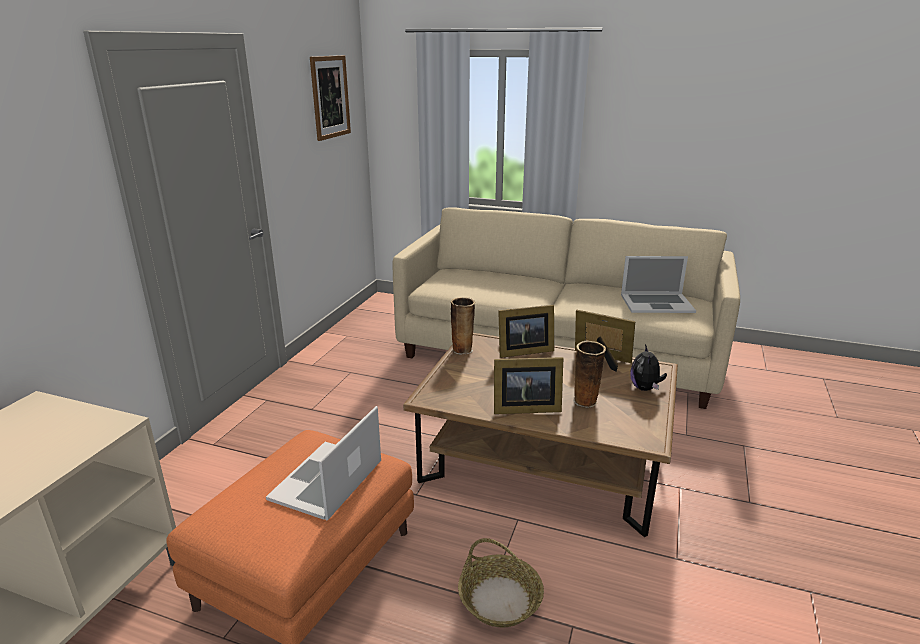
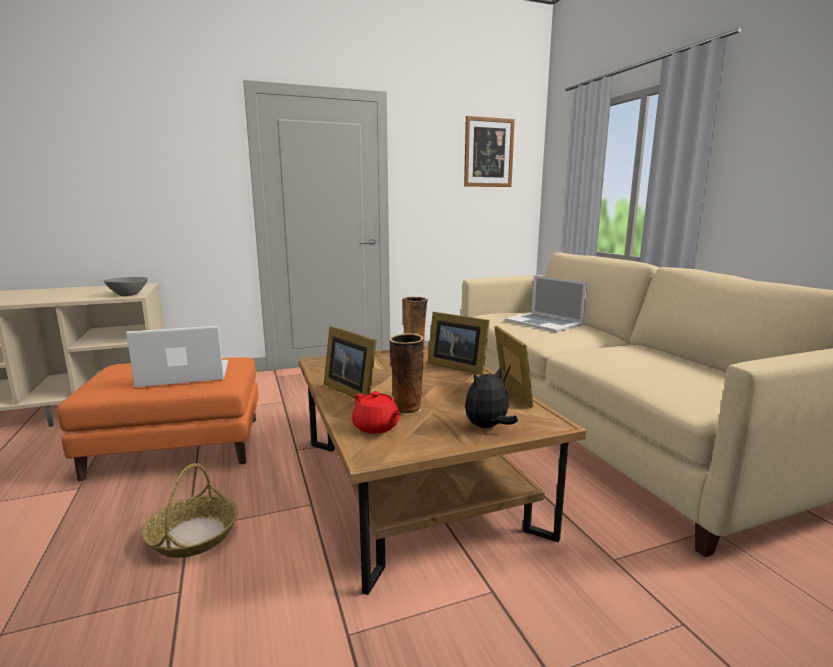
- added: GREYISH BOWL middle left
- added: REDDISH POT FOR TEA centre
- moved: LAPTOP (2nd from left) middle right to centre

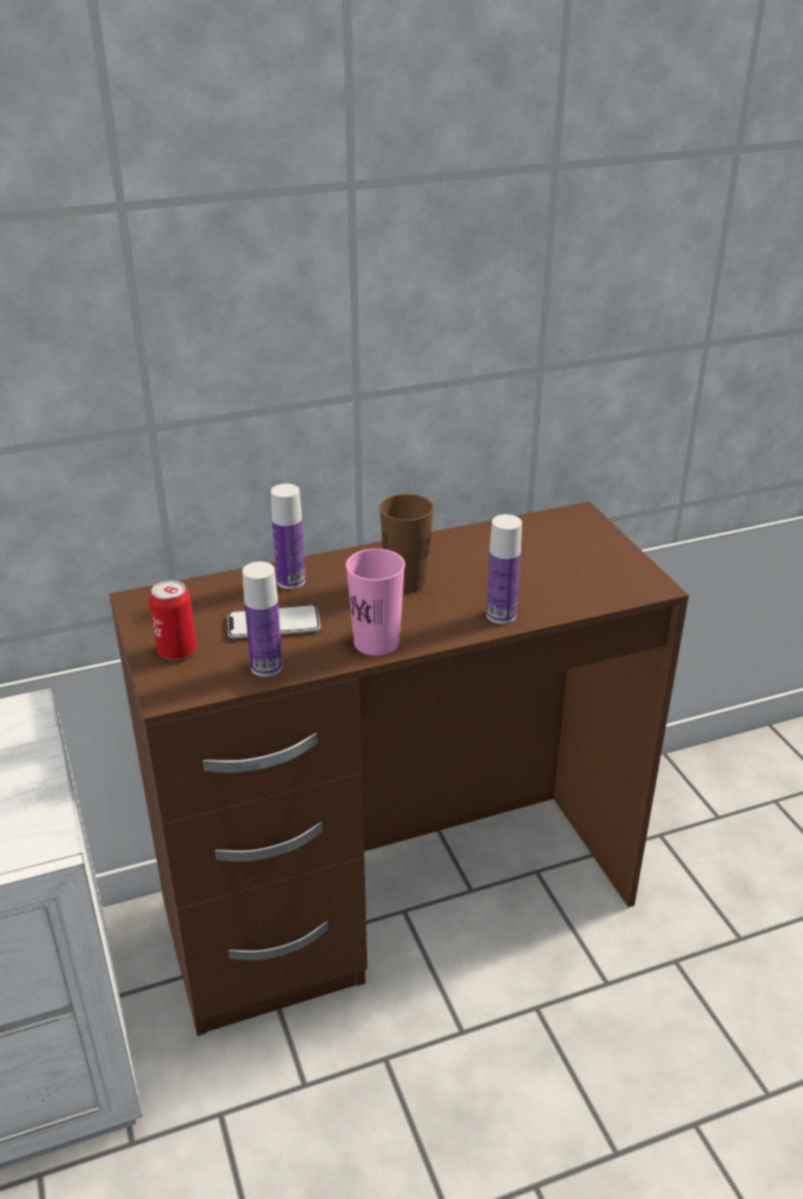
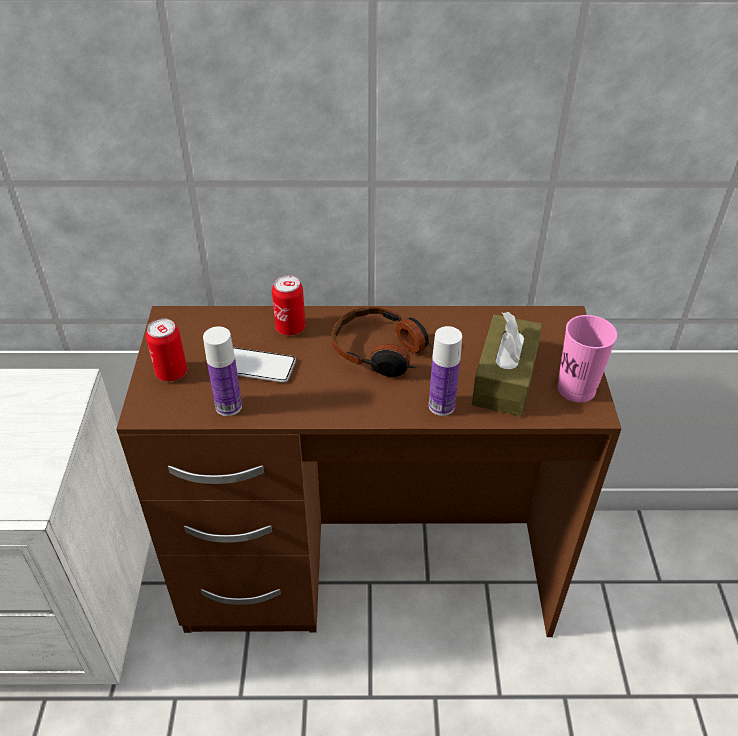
- added: BROWNISH BOX OF TISSUES middle right
- moved: PINK DRINKING CUP centre to middle right
- replaced: BOTTLE (2nd from left) centre to CAN (2nd from left) centre
- replaced: BROWNISH DRINKING CUP centre to PAIR OF HEADPHONES centre

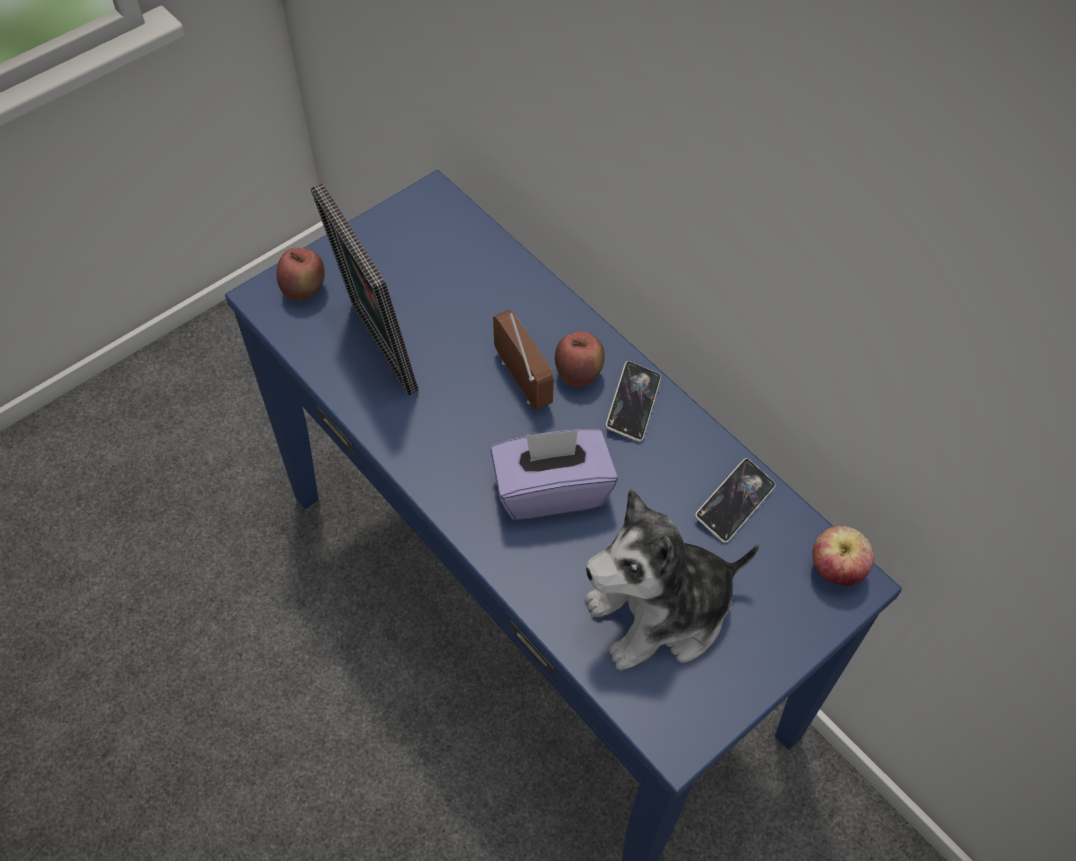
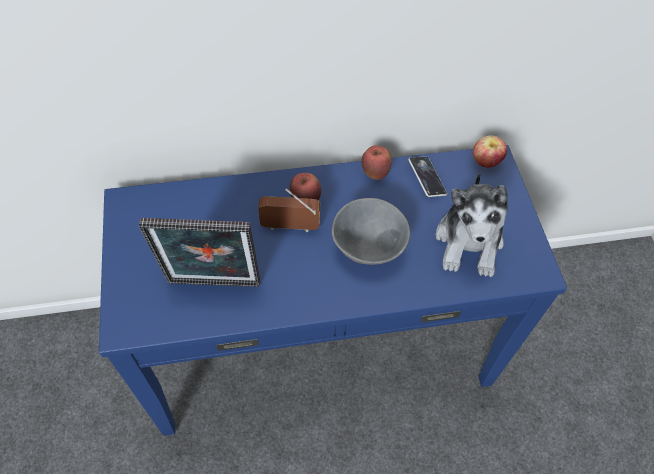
- removed: TELEPHONE (1st from left) centre
- moved: APPLE (1st from left in the first image) top left to APPLE (2nd from left) centre
- replaced: PURPLE BOX OF TISSUES centre to GREYISH BOWL centre

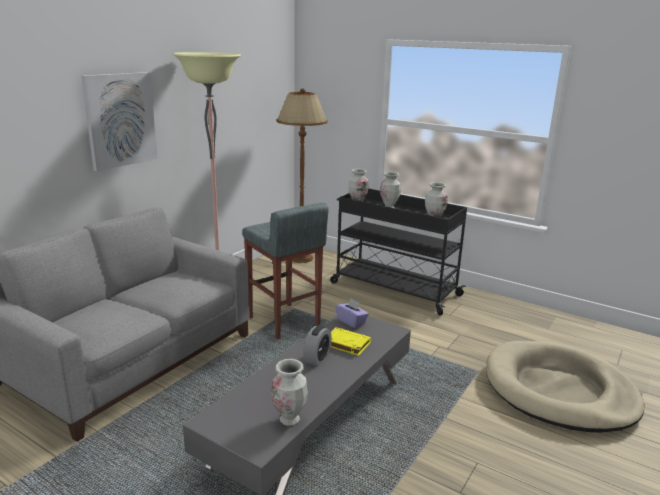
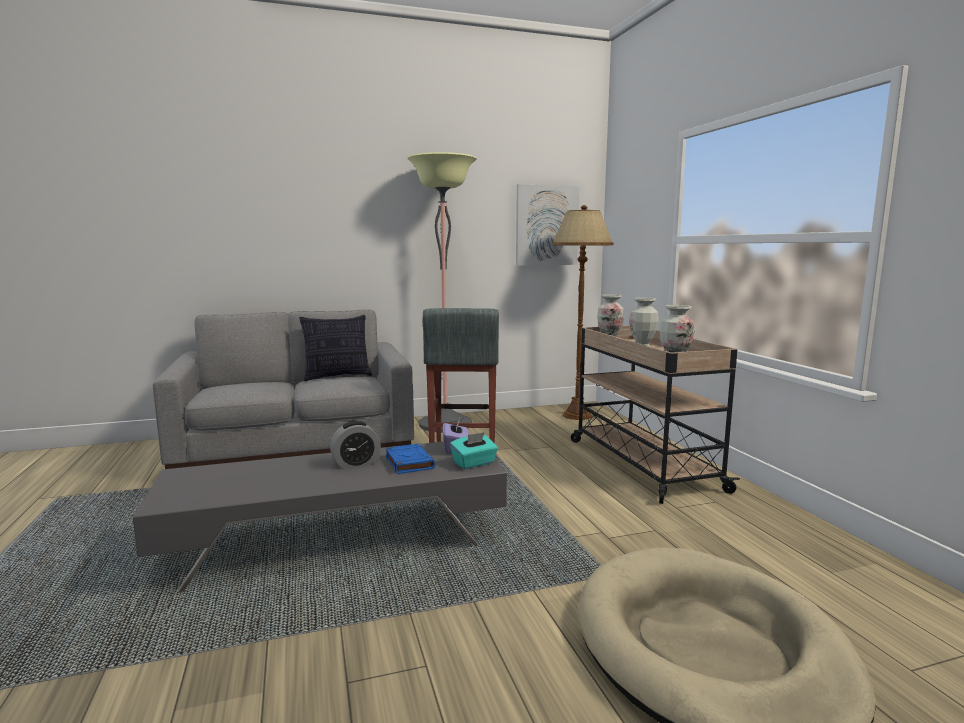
- removed: FLOWER VASE (1st from left) bottom centre
- added: THROW PILLOW centre
- added: BLUE-GREEN BOX OF TISSUES centre
- moved: WALL ART top left to top centre
- recoloured: BLACKISH CART centre to SAND-COLOURED CART middle right
- recoloured: YELLOW-COLOURED VOLUME bottom centre to BLUISH VOLUME centre

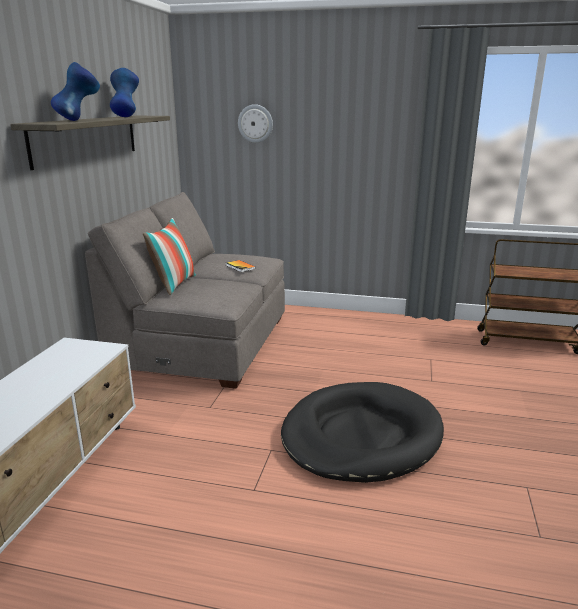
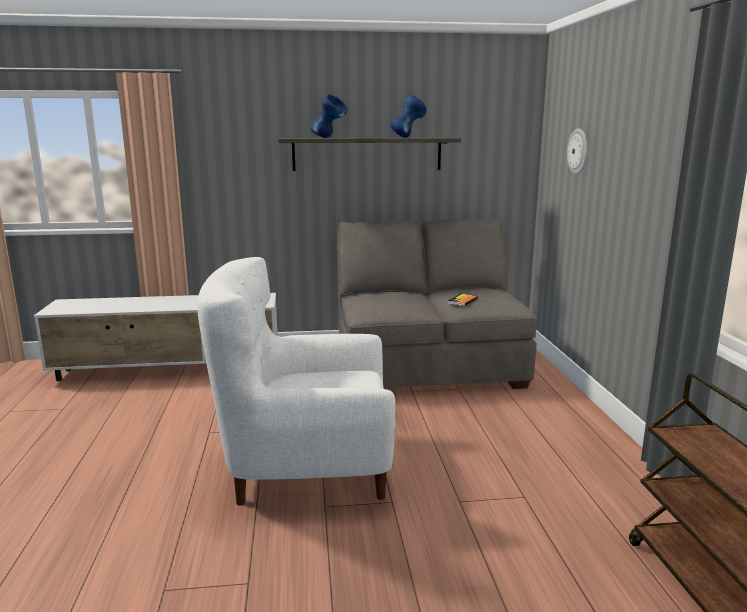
- removed: THROW PILLOW middle left
- replaced: BLACKISH DOG CUSHION bottom centre to WHITE-COLOURED ARMCHAIR centre

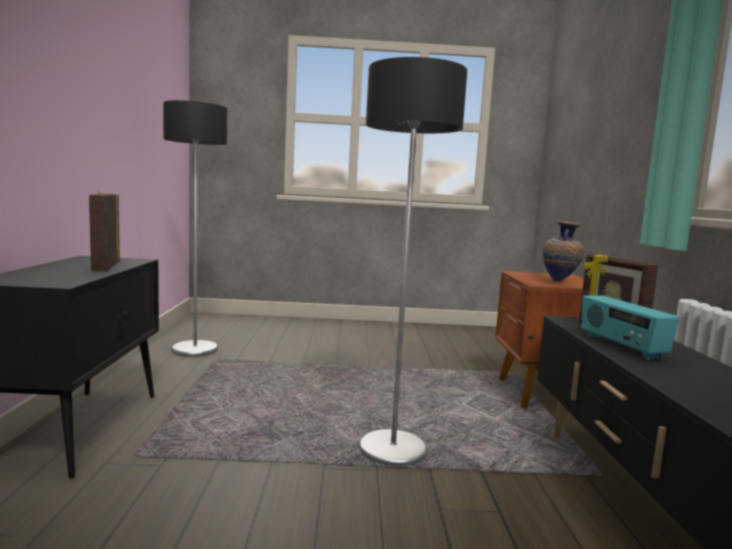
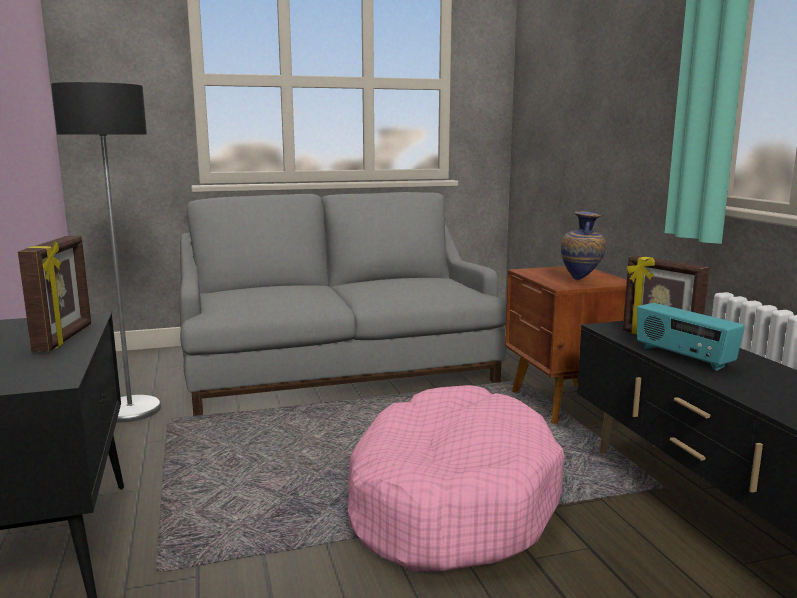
- added: GREYISH SETTEE centre
- replaced: STANDING LAMP (2nd from left) centre to PINK DOG CUSHION bottom centre
- turned: PICTURE FRAME (1st from left) middle left = middle left 150 degrees counterclockwise

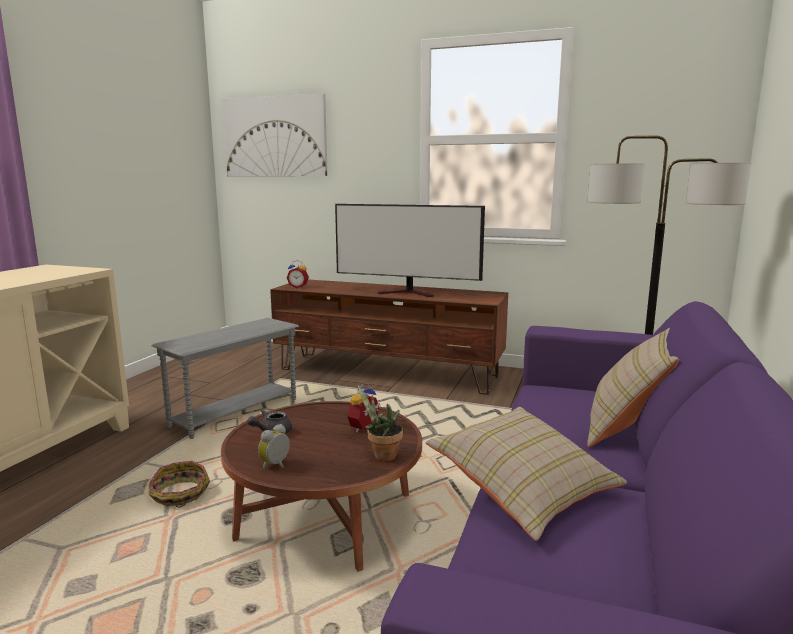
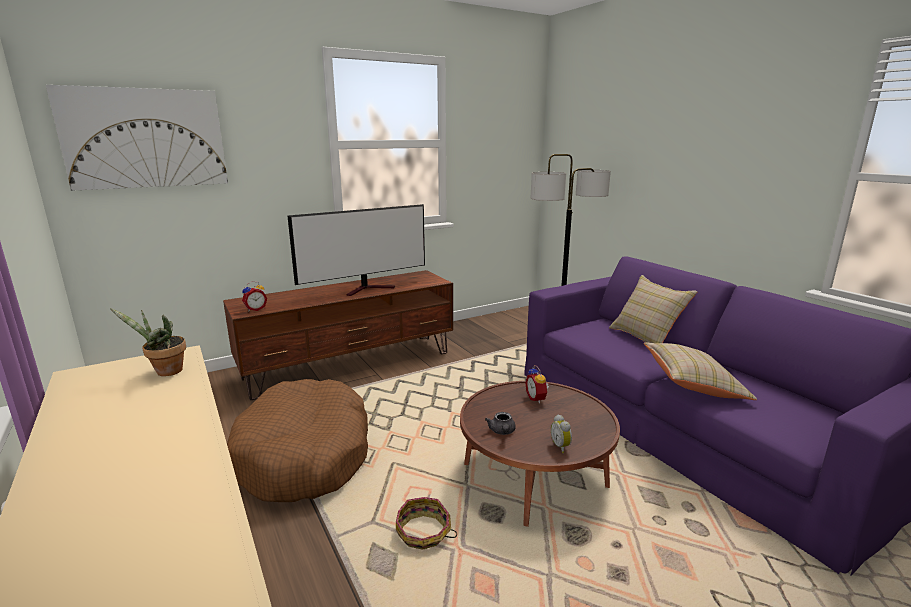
- moved: POTTED PLANT bottom centre to middle left
- replaced: GREYISH ACCENT TABLE middle left to BROWNISH DOG CUSHION bottom left

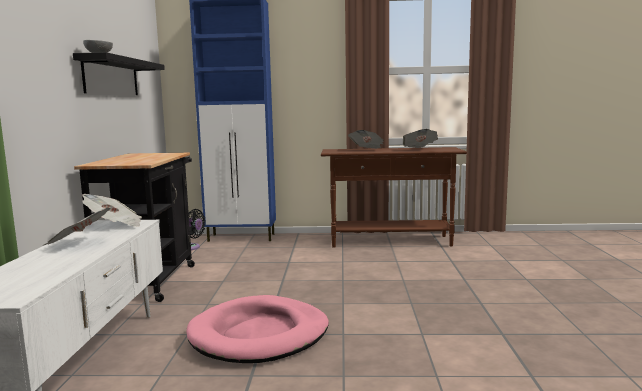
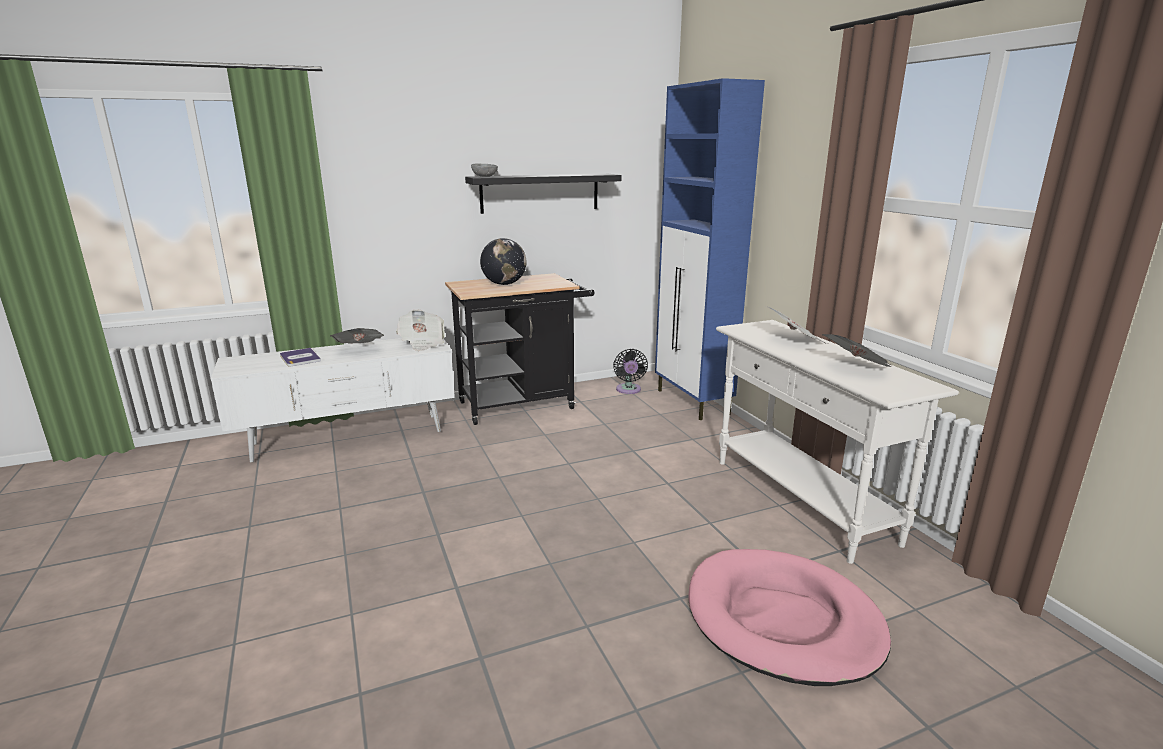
- added: VOLUME middle left
- added: WORLD GLOBE centre
- moved: PINK DOG CUSHION bottom centre to bottom right
- recoloured: BROWNISH HALL TABLE centre to WHITE-COLOURED HALL TABLE middle right

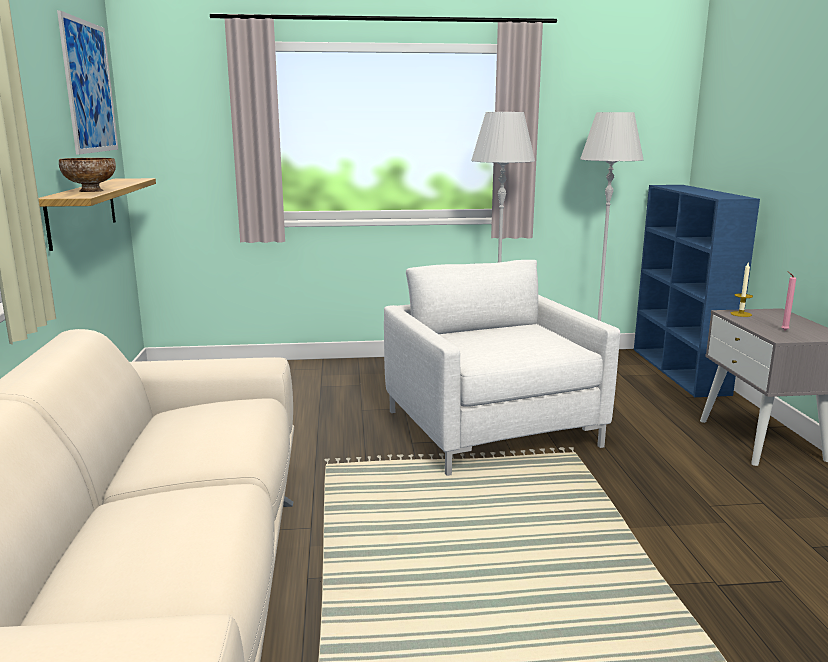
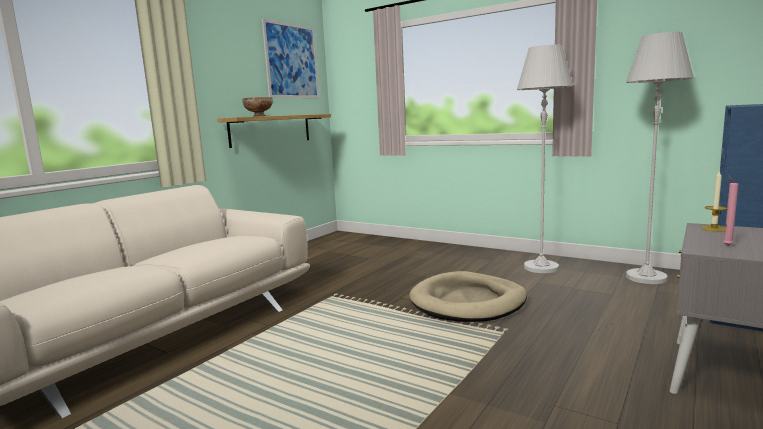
- replaced: WHITE-COLOURED ARMCHAIR centre to SAND-COLOURED DOG CUSHION bottom centre

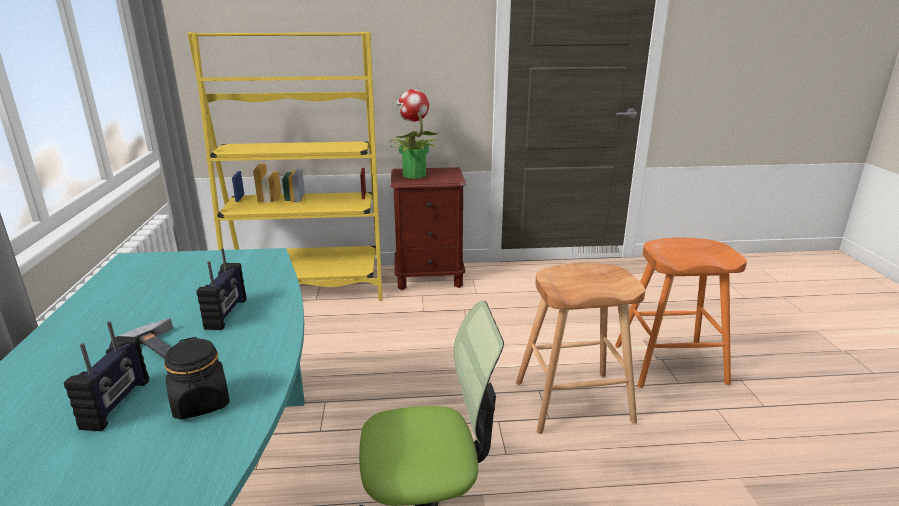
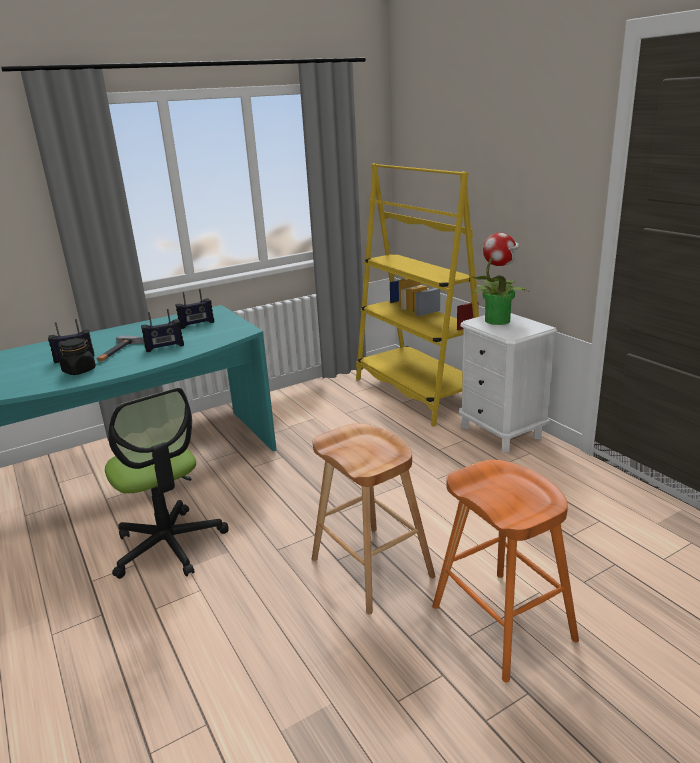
- added: RADIO RECEIVER (3rd from left) middle left
- recoloured: BROWNISH NIGHTSTAND centre to WHITE-COLOURED NIGHTSTAND middle right

